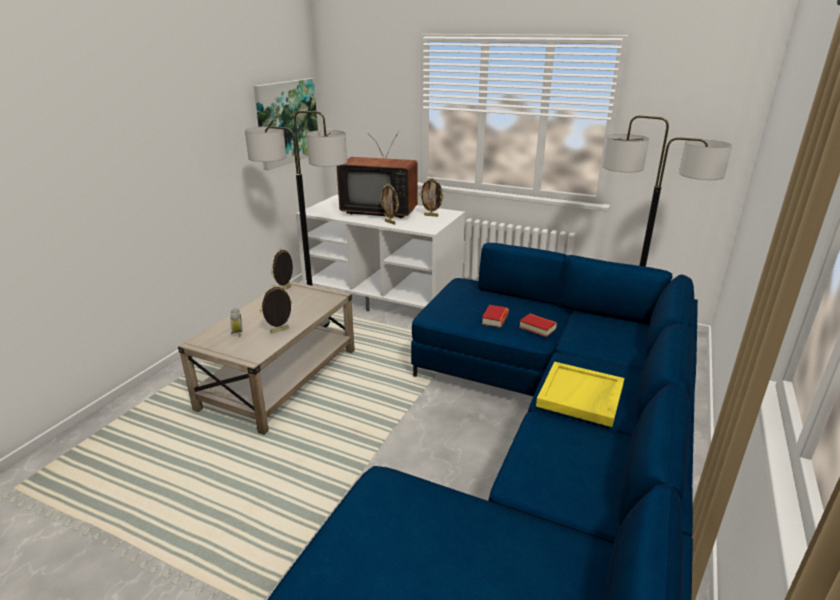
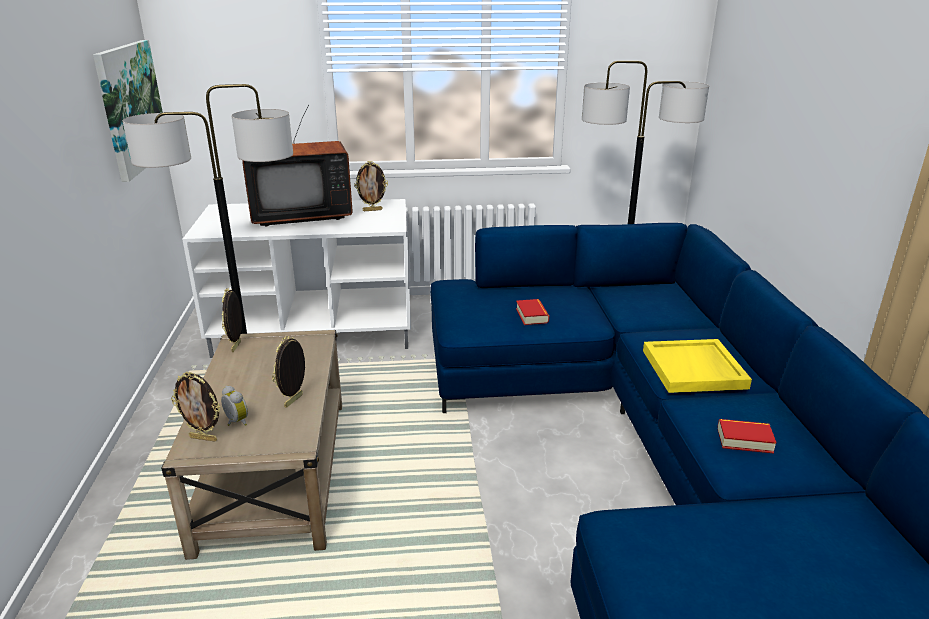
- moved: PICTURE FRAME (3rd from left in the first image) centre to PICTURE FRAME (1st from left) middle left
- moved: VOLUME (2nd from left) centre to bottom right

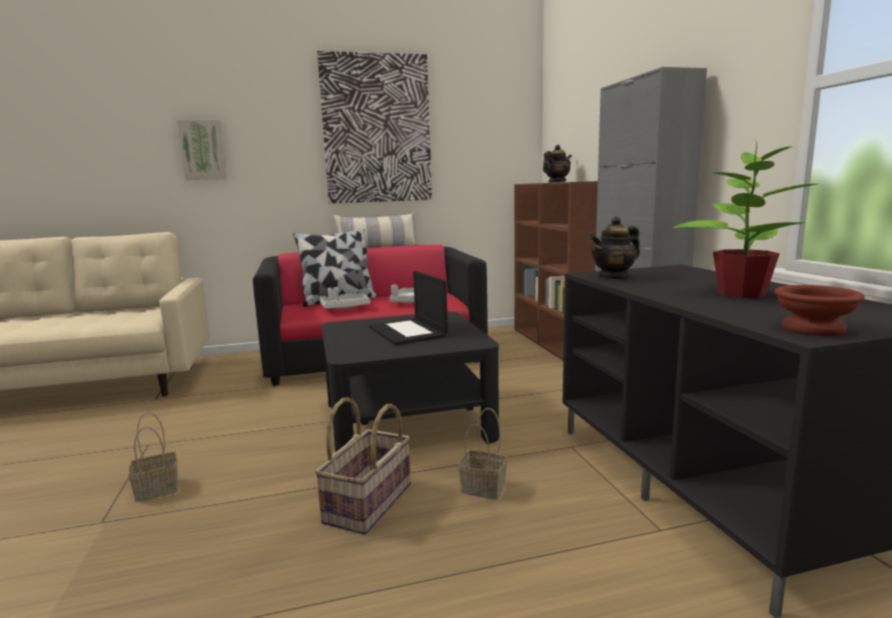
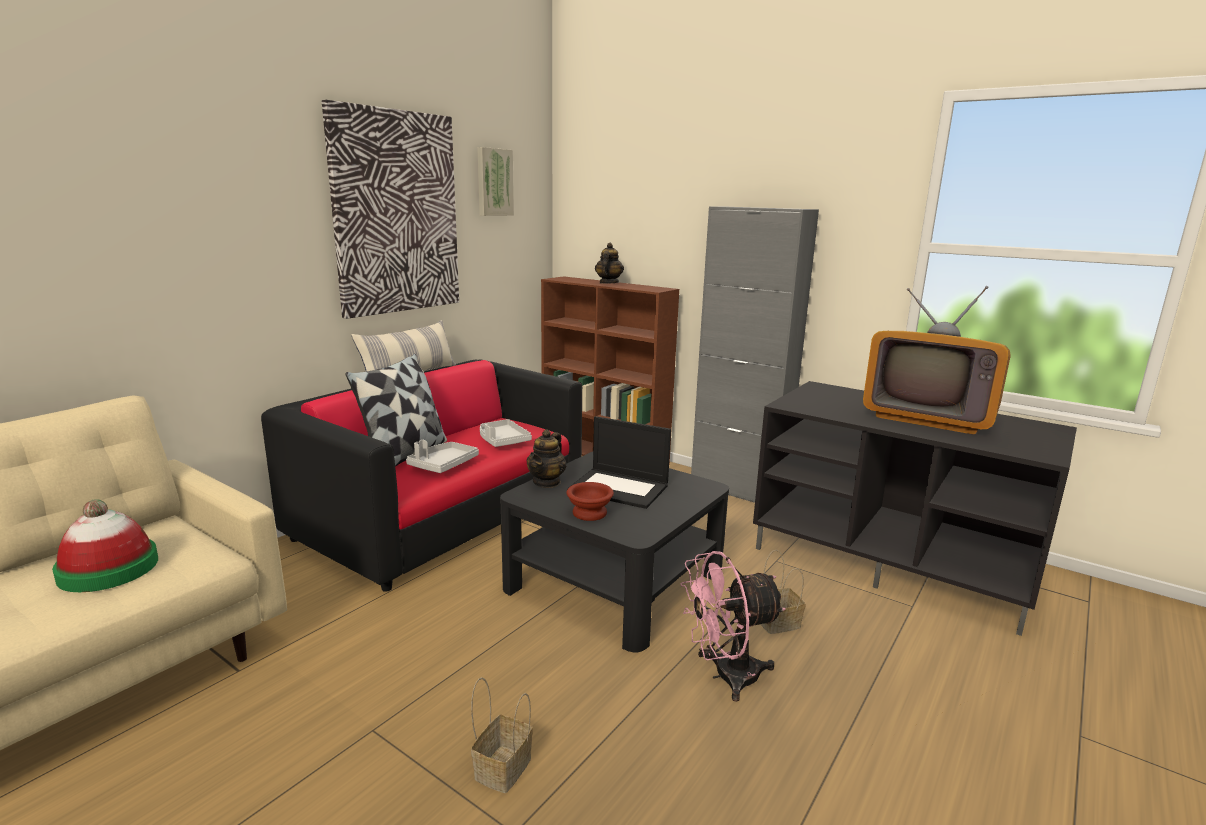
- added: WEARABLE HAT middle left
- moved: WALL ART (1st from left in the first image) top left to WALL ART (2nd from left) top centre
- moved: POT FOR TEA (2nd from left in the first image) middle right to POT FOR TEA (1st from left) centre
- moved: BROWNISH BOWL middle right to centre
- replaced: HOUSEHOLD BASKET (2nd from left) bottom centre to PINK ELECTRIC FAN bottom centre
- replaced: POTTED PLANT middle right to TV SET middle right

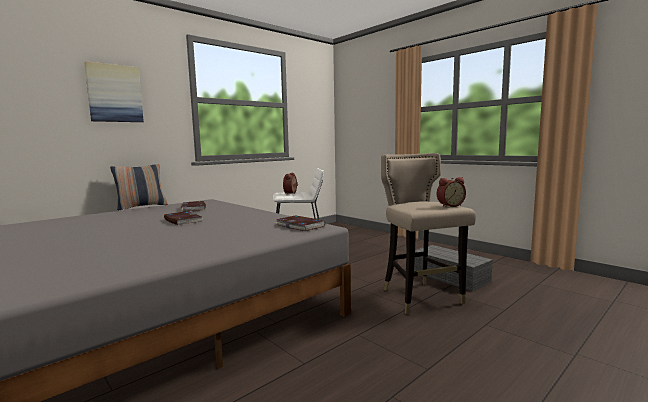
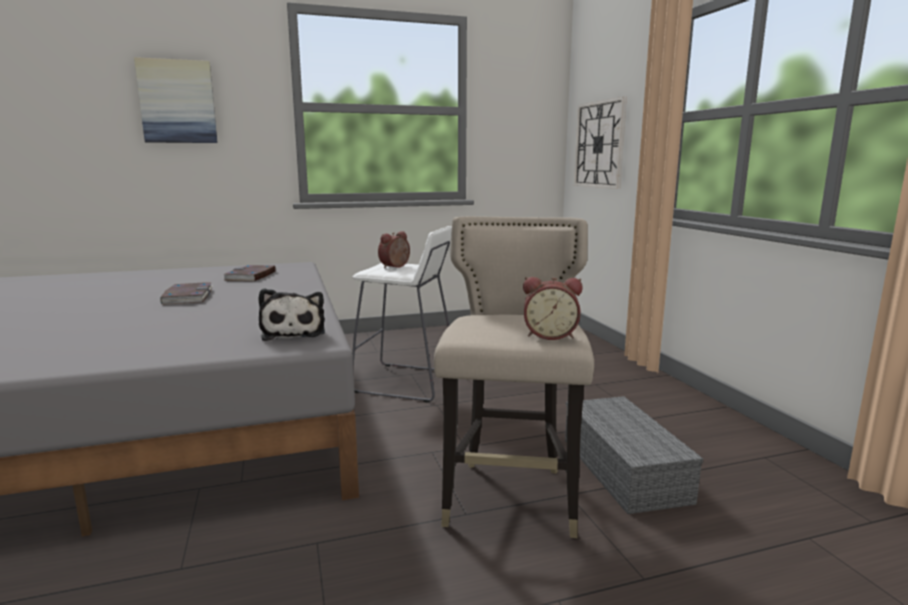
- removed: THROW PILLOW middle left
- added: CLOCK ON THE WALL top centre
- replaced: VOLUME (3rd from left) centre to PLUSH TOY middle left

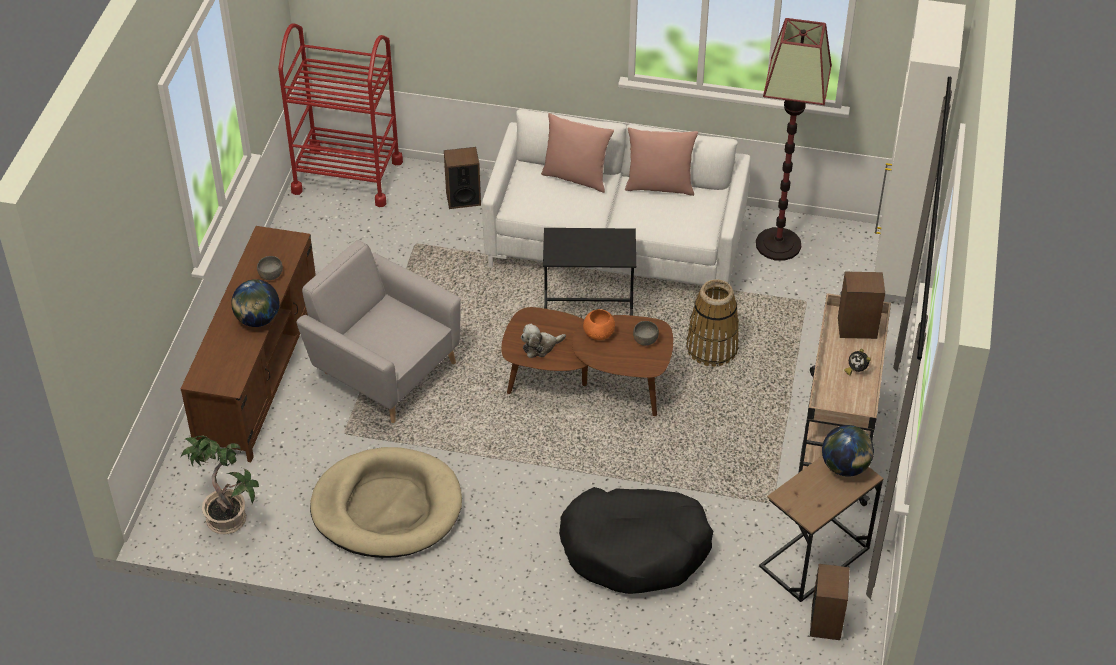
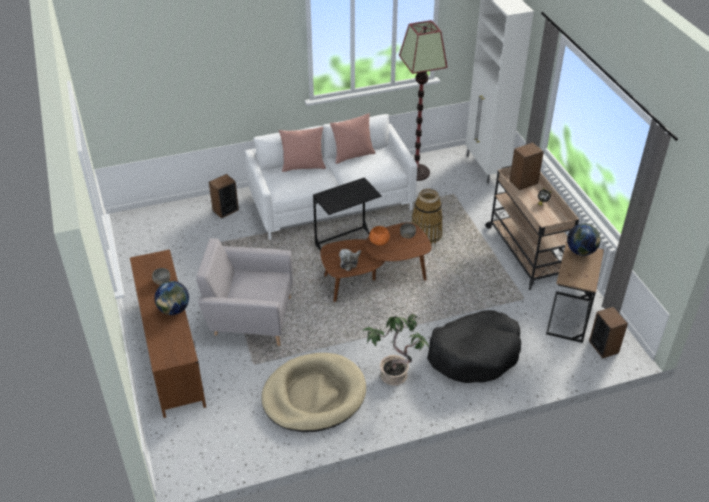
- removed: REDDISH CART top left
- moved: POTTED PLANT bottom left to bottom centre

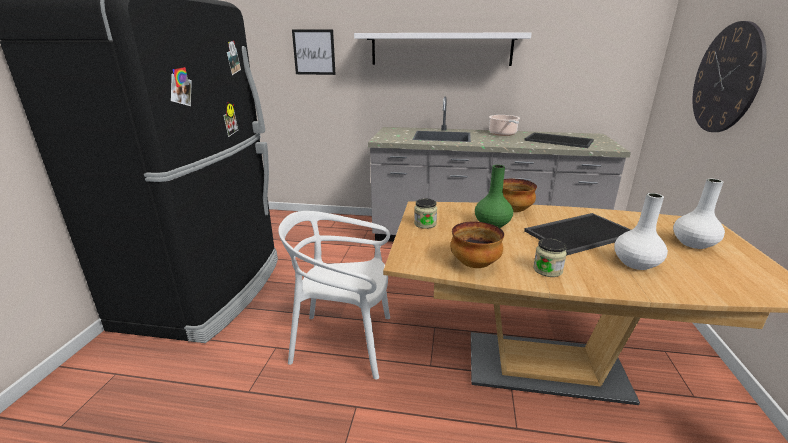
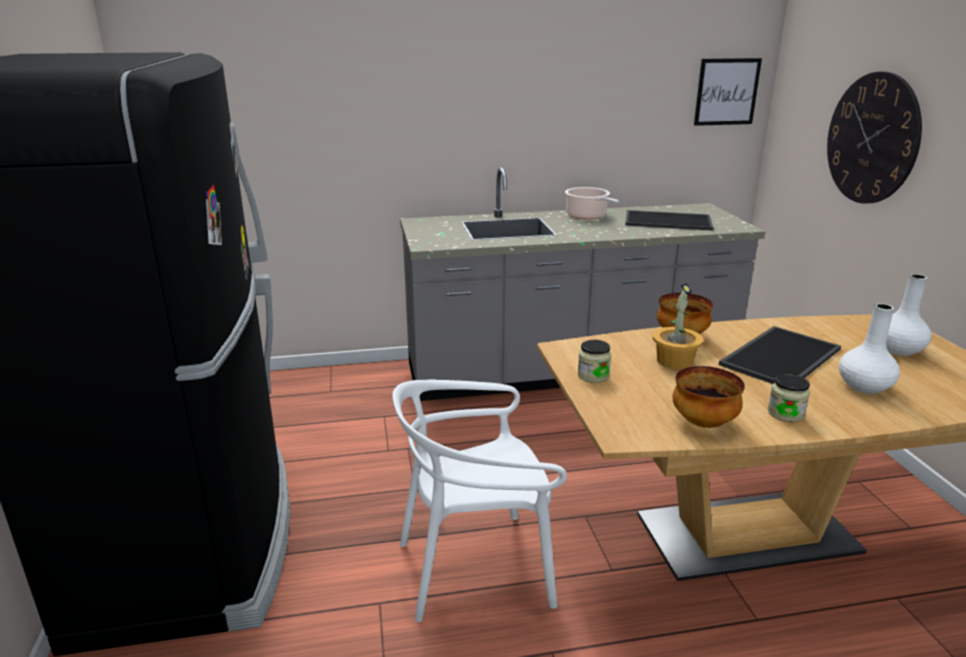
- removed: WHITE-COLOURED WALL SHELF top centre
- moved: WALL ART top centre to top right
- replaced: GREEN-COLOURED FLOWER VASE centre to POTTED PLANT middle right

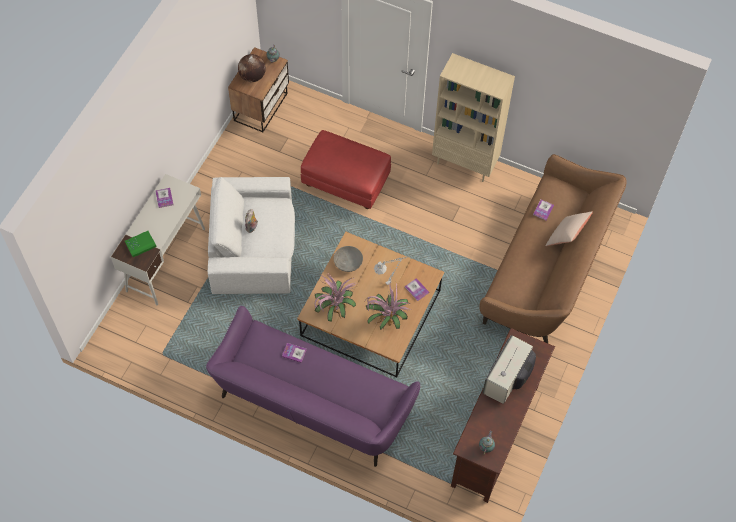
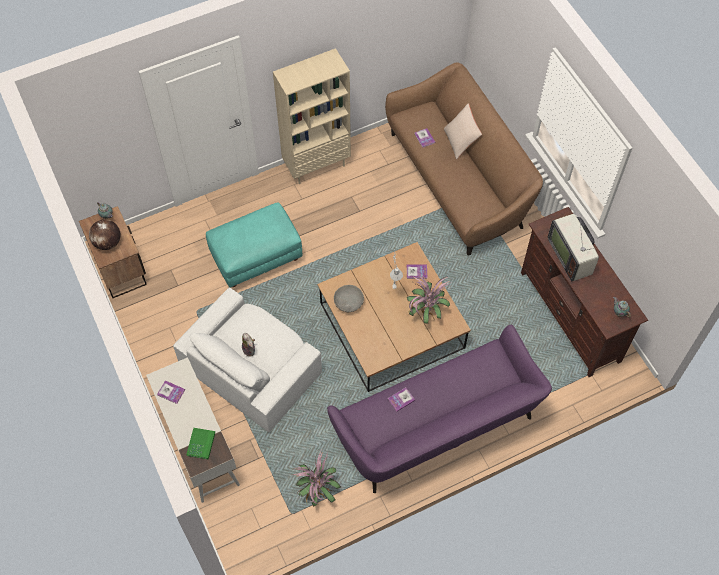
- moved: POTTED PLANT (1st from left) centre to bottom centre
- recoloured: REDDISH OTTOMAN top centre to BLUE-GREEN OTTOMAN centre

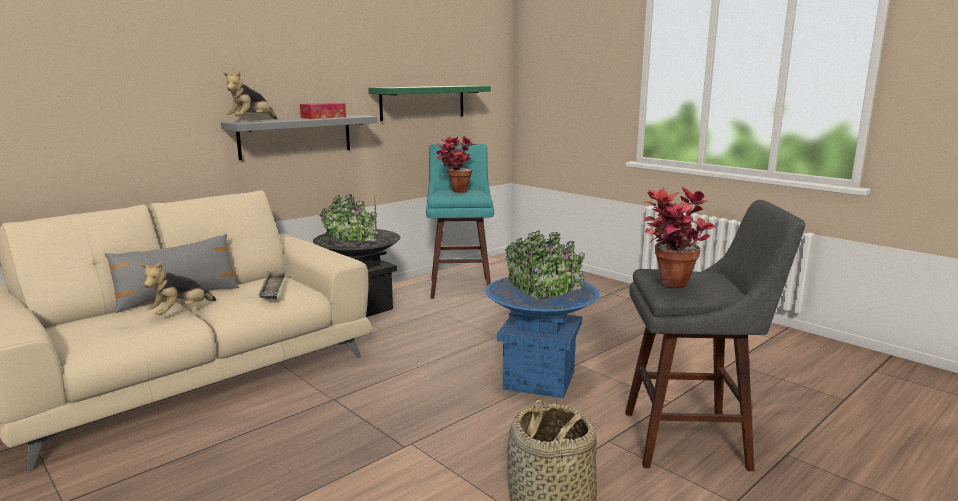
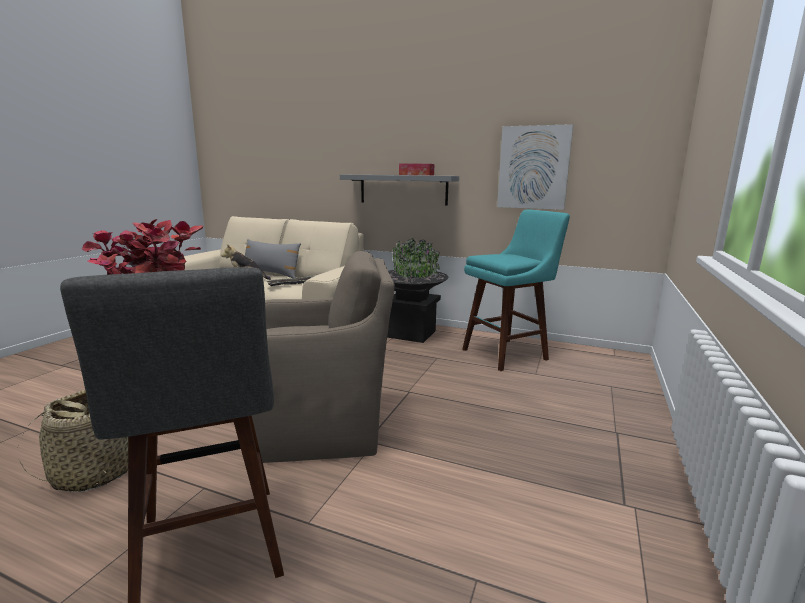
- removed: PLUSH TOY (2nd from left) top left
- removed: POTTED PLANT (1st from left) top centre
- replaced: GREEN-COLOURED WALL SHELF top centre to WALL ART top centre
- replaced: BLUISH FLOWER POT centre to BROWNISH ARMCHAIR centre

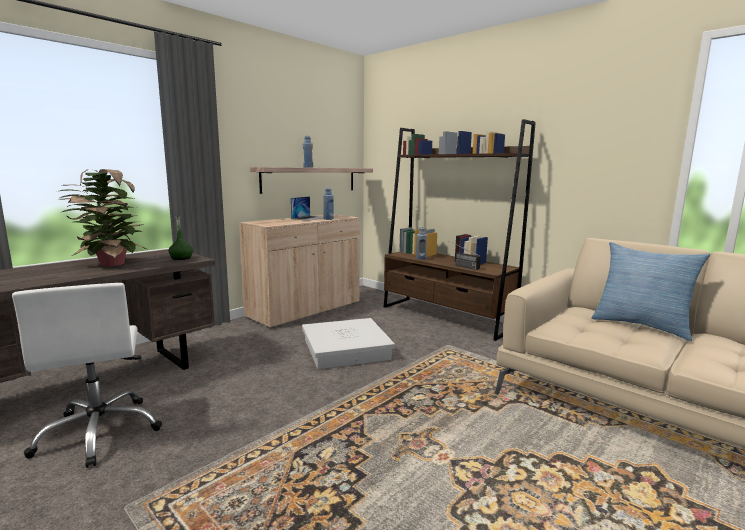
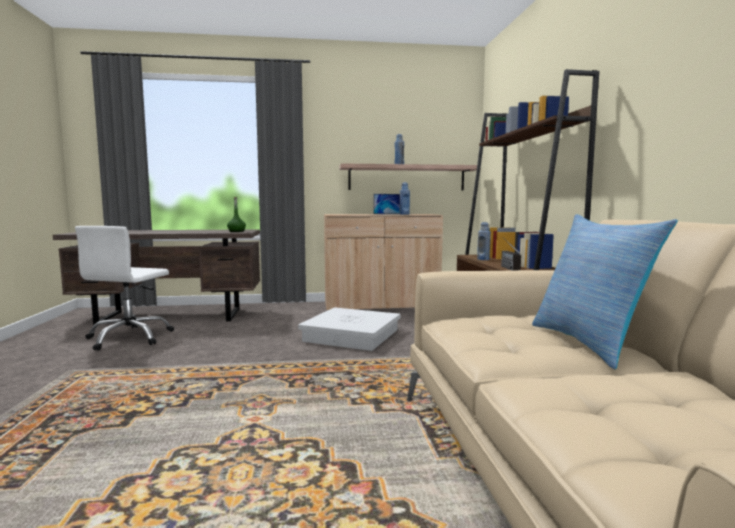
- removed: POTTED PLANT middle left

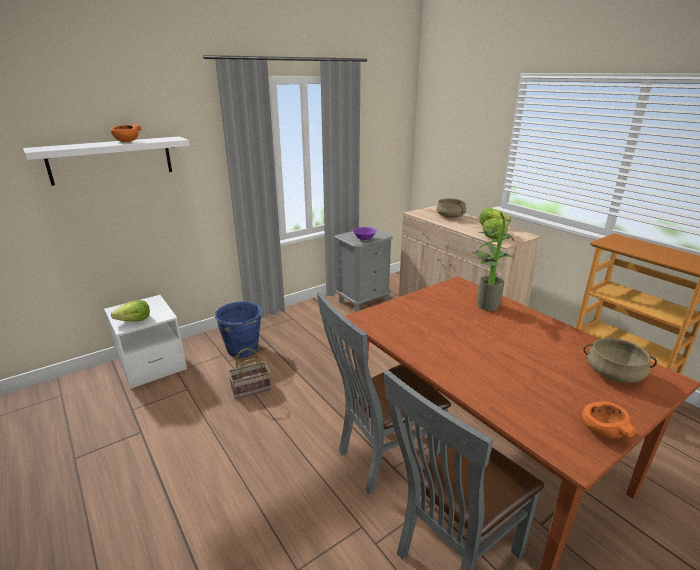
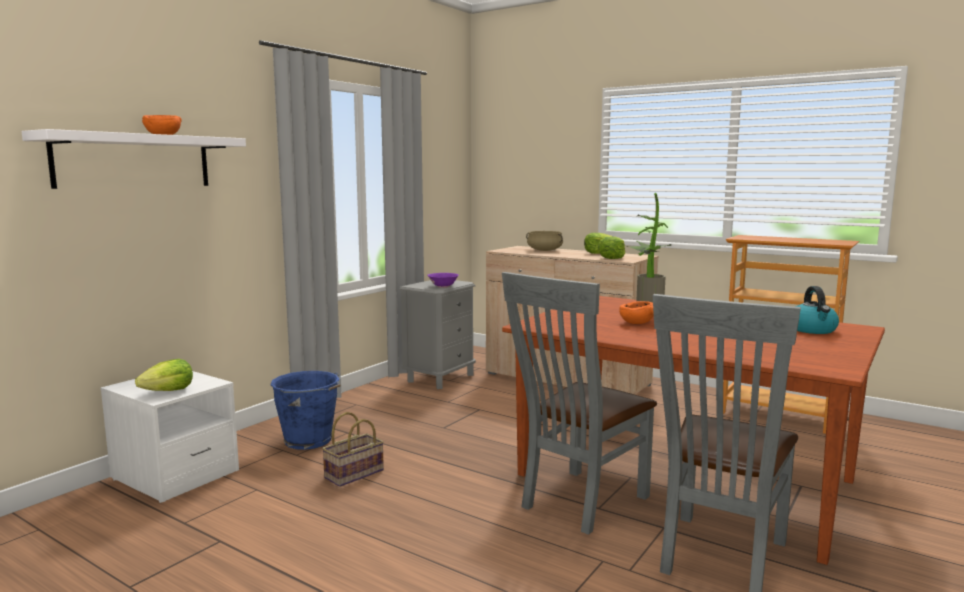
- moved: ORANGE BOWL (2nd from left) bottom right to centre
- replaced: SAND-COLOURED SAUCEPOT (2nd from left) middle right to KETTLE middle right

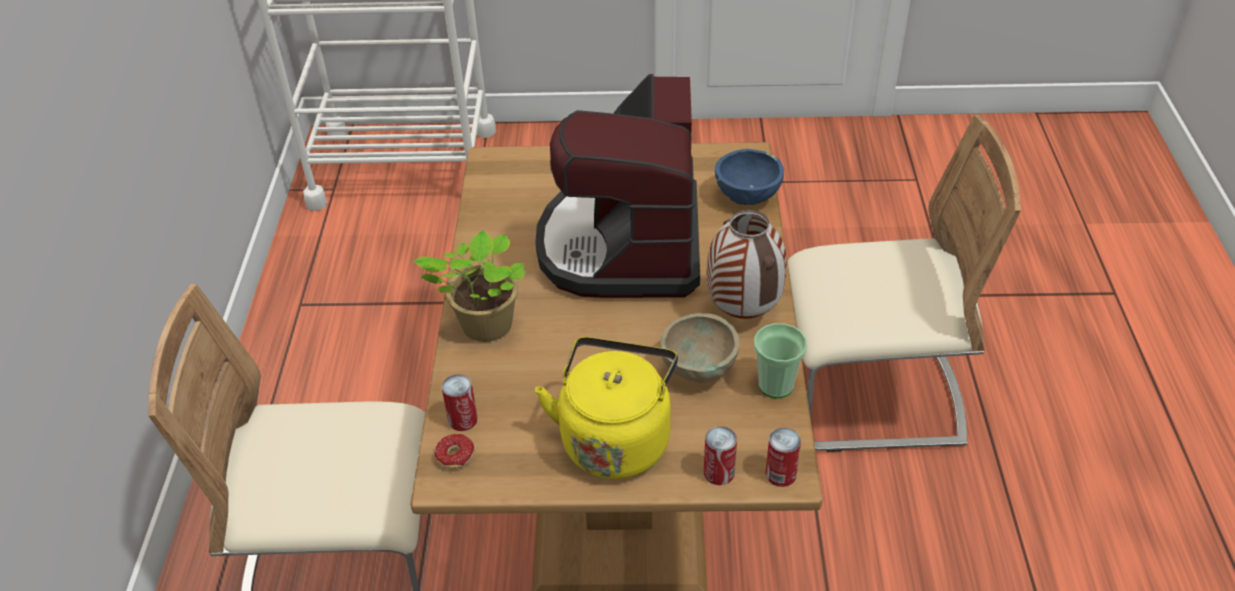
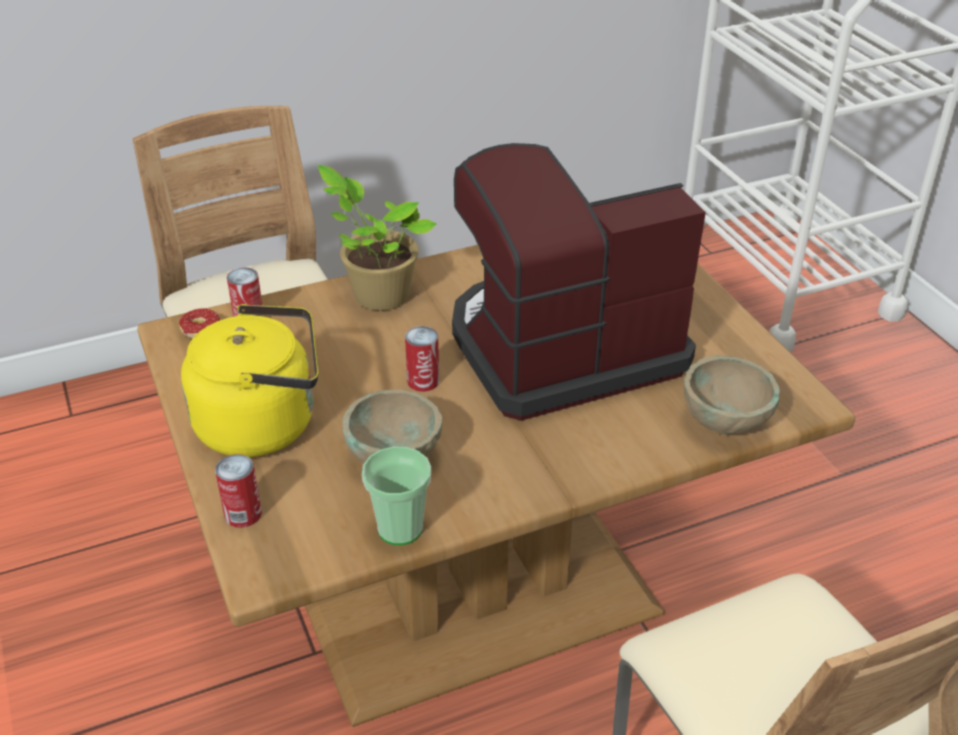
- removed: FLOWER VASE centre
- moved: CAN (3rd from left) bottom centre to centre
- recoloured: BLUISH BOWL top centre to SAND-COLOURED BOWL (2nd from left) middle right

